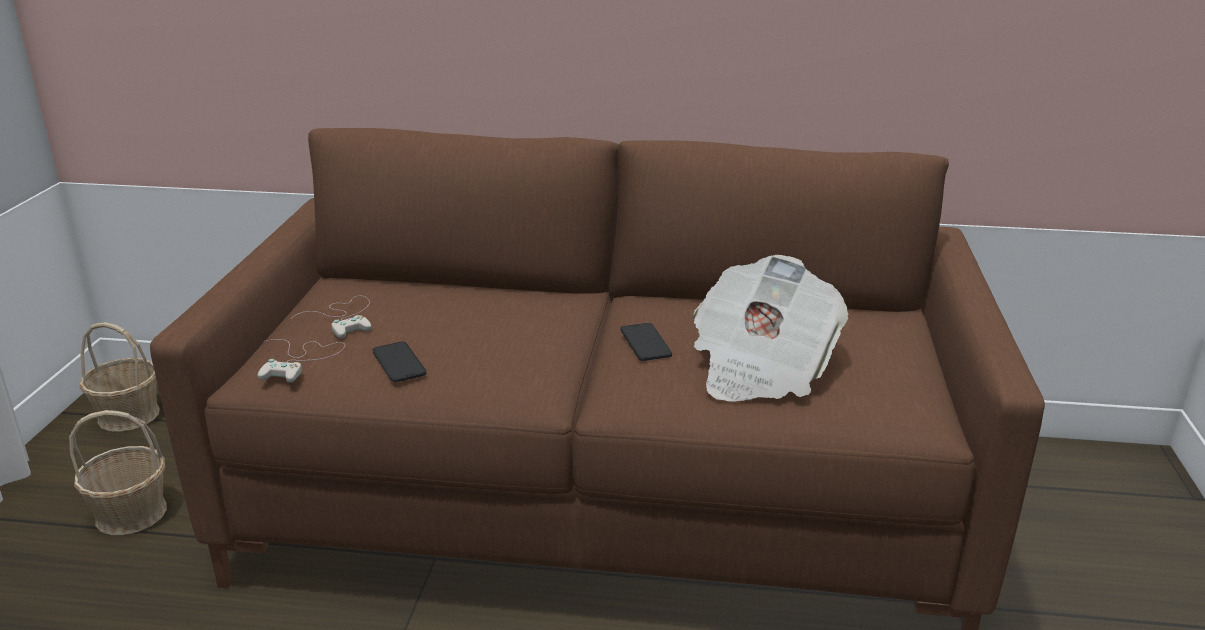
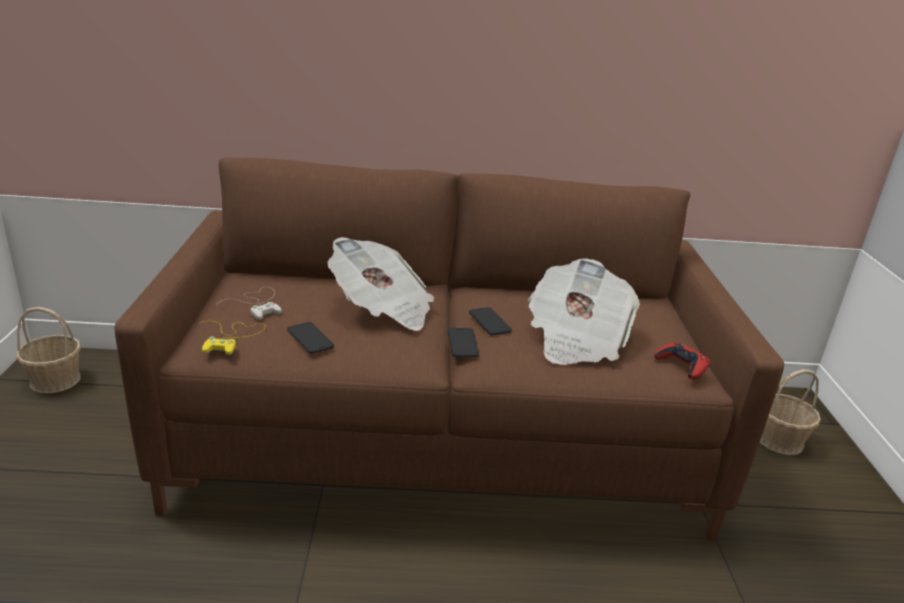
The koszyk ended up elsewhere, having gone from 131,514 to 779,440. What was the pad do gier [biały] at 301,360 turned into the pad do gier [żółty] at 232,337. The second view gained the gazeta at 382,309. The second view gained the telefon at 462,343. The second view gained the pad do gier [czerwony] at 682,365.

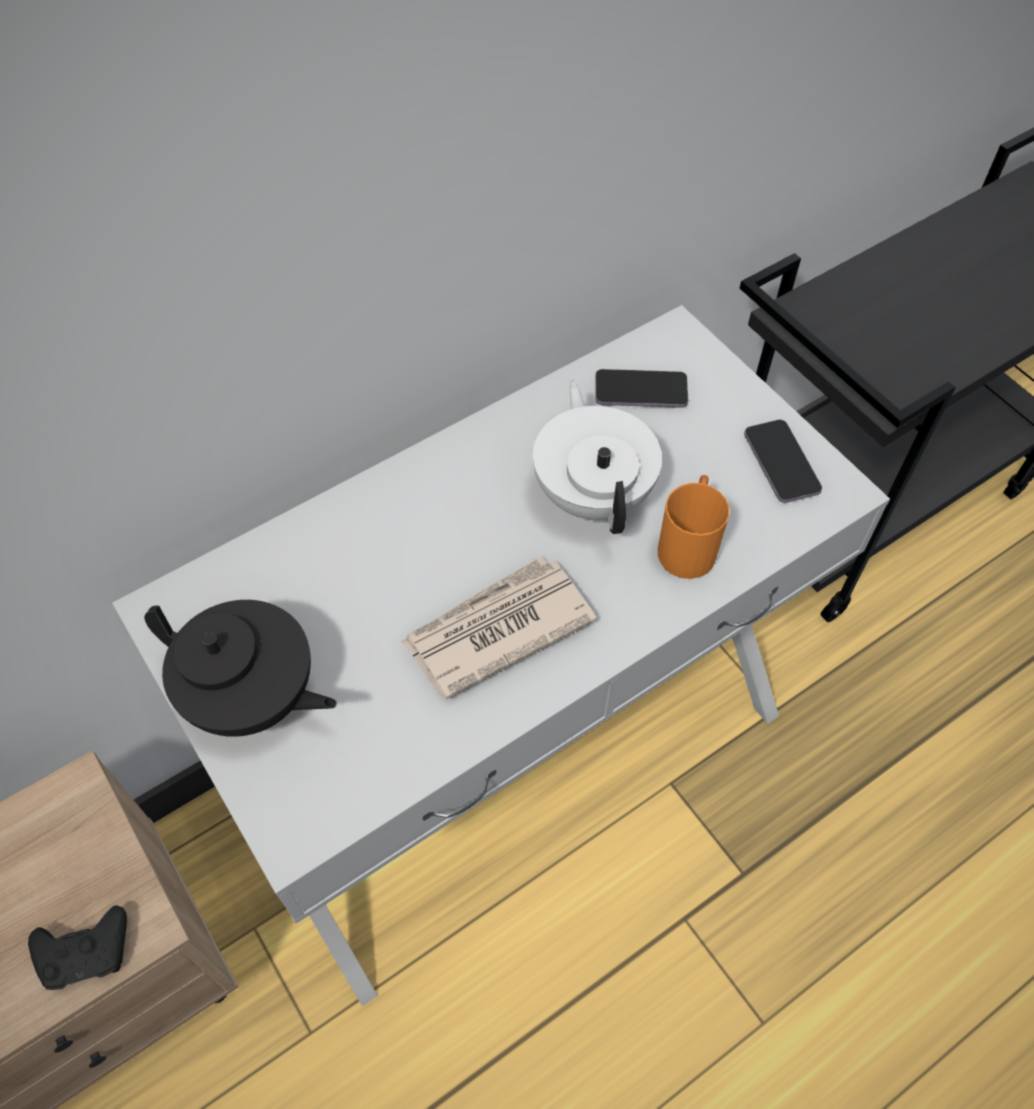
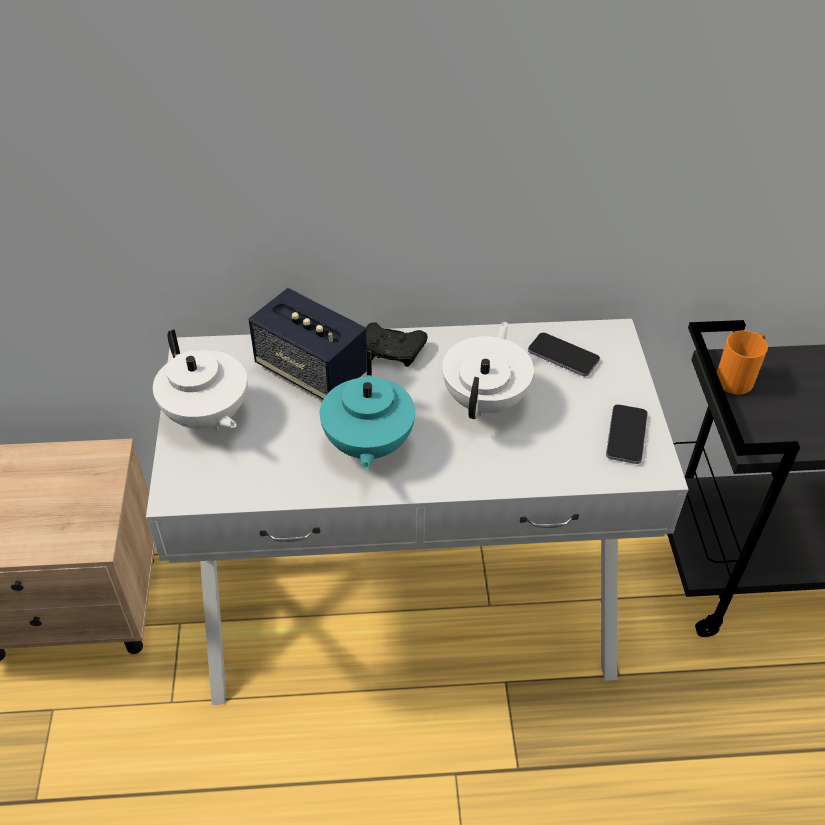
The pad do gier [czarny] ended up elsewhere, having gone from 86,954 to 393,351. What was the imbryk [czarny] at 253,698 turned into the imbryk [biały] at 207,417. Where the gazeta stood at 496,629, the imbryk [turkusowy] came to stand at 367,445. The kubek [pomarańczowy] ended up elsewhere, having gone from 688,544 to 738,377. The second view gained the głośnik at 311,371.

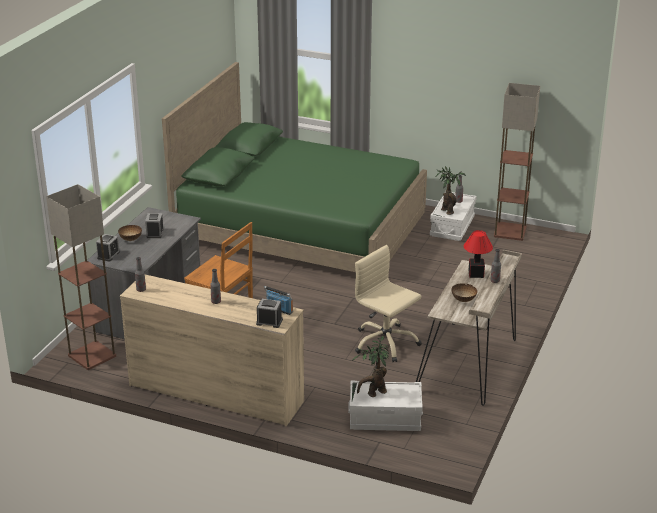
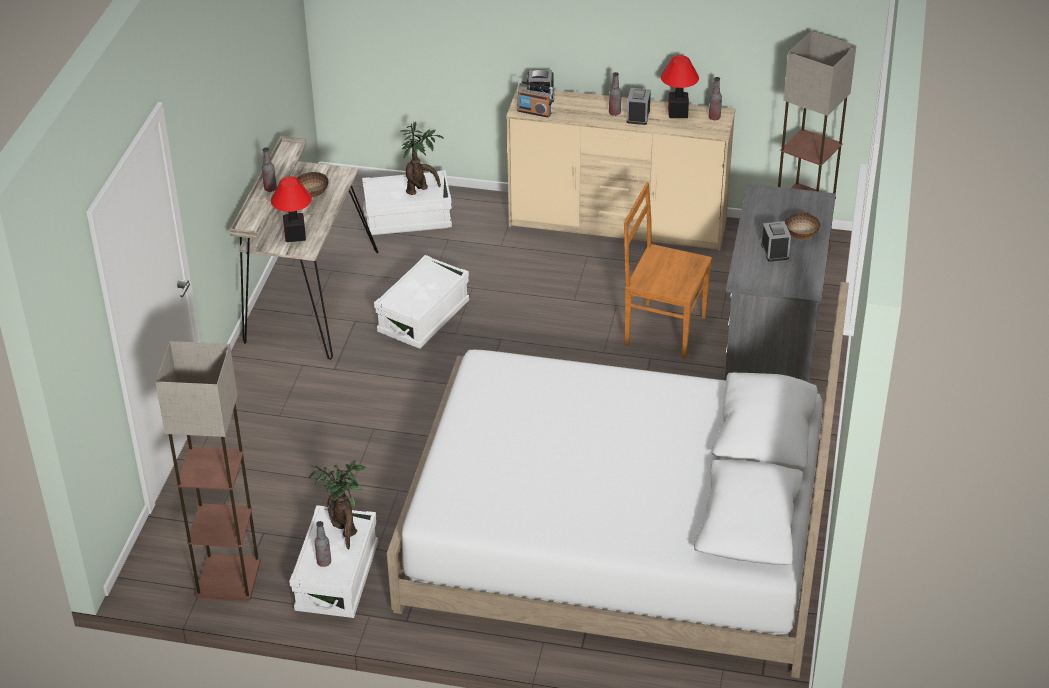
The budzik ended up elsewhere, having gone from 108,255 to 638,116. What was the łóżko [zielony] at 301,226 turned into the łóżko [biały] at 617,539. Where the krzesło biurowe [beżowy] stood at 385,343, the pojemnik do przechowywania [biały] came to stand at 423,317. The second view gained the lampa stołowa at 678,112.

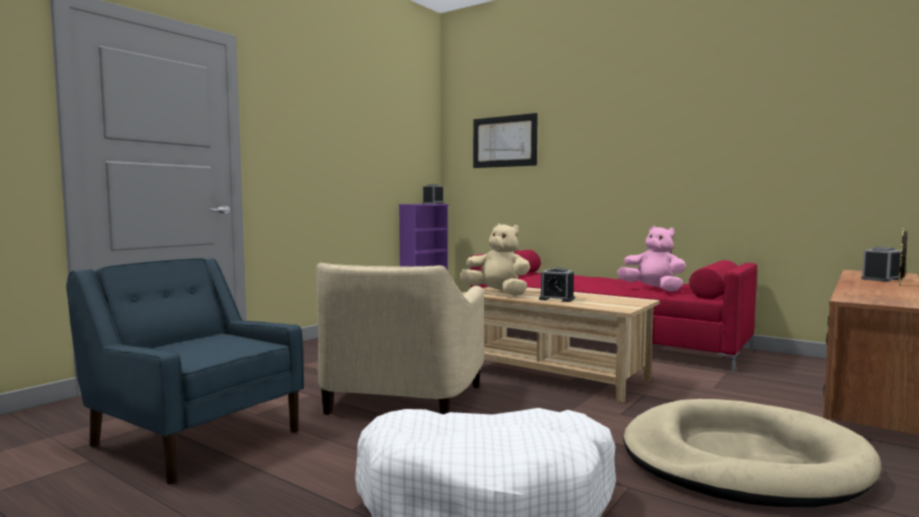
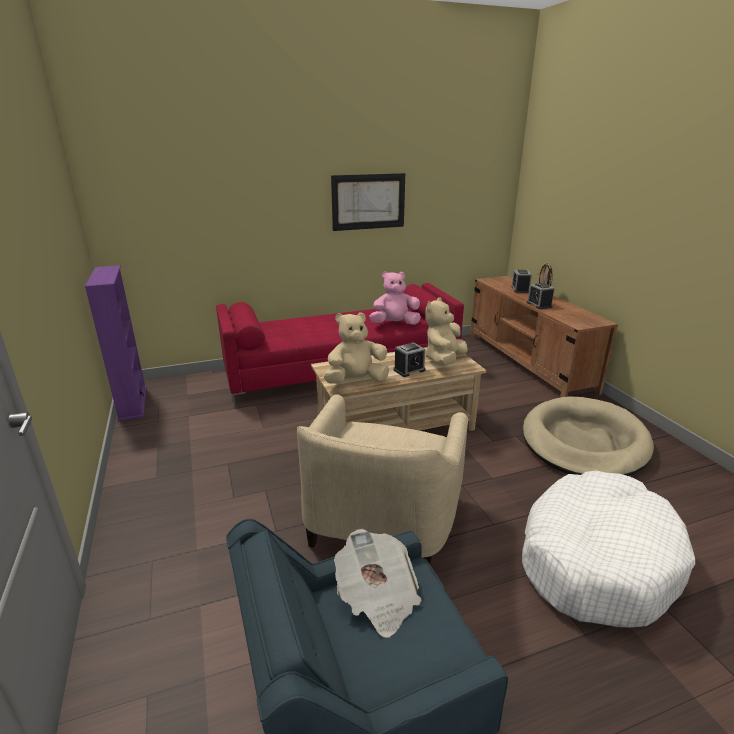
The fotel [beżowy] at 400,400 ended up facing another way, 60 degrees clockwise from before. The budzik ended up elsewhere, having gone from 433,203 to 539,305. The obraz ended up elsewhere, having gone from 504,141 to 368,202. The second view gained the gazeta at 377,597. The second view gained the pluszak [beżowy] at 444,360.

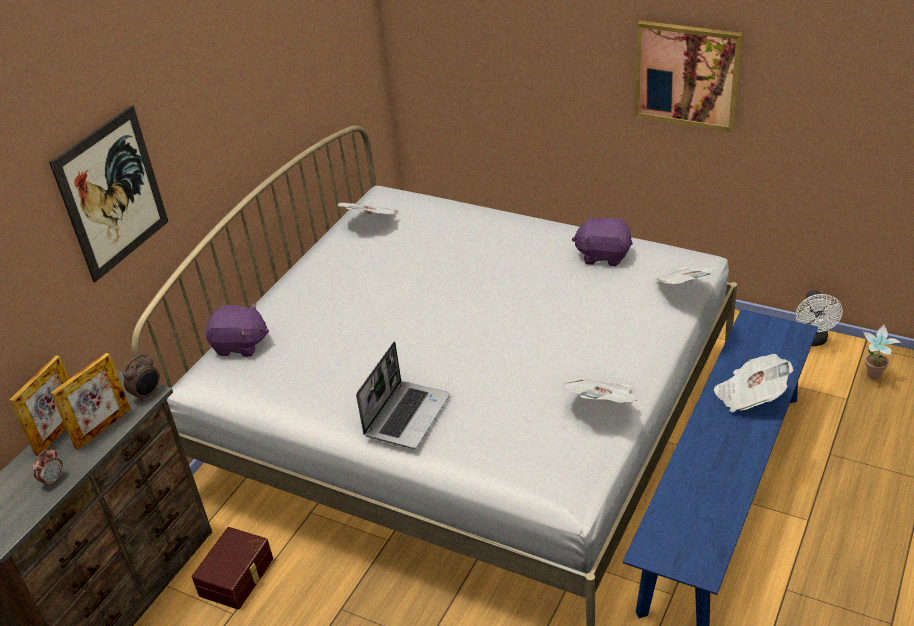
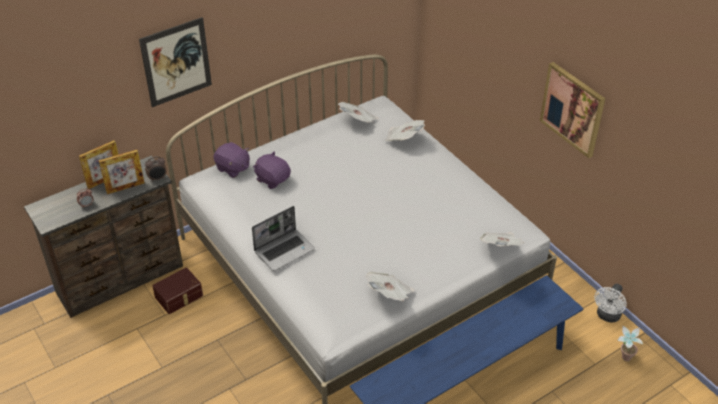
The pluszak [fioletowy] ended up elsewhere, having gone from 603,255 to 272,179. The gazeta ended up elsewhere, having gone from 750,396 to 404,138.

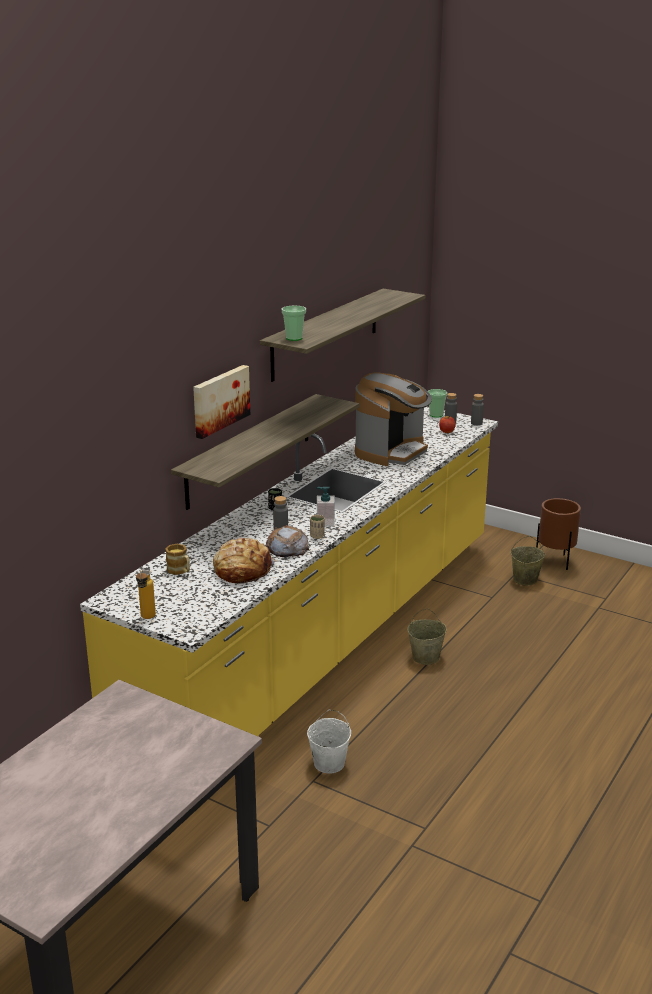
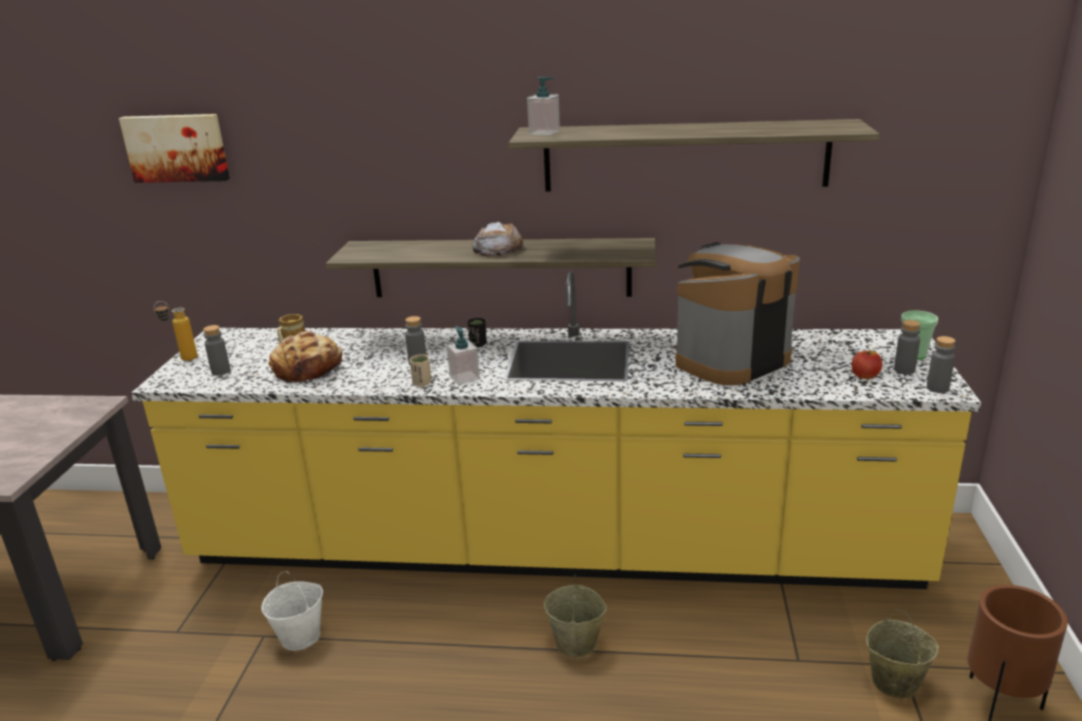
The obraz ended up elsewhere, having gone from 219,400 to 177,148. The chleb ended up elsewhere, having gone from 287,547 to 498,248. Where the filiżanka stood at 294,338, the dozownik mydła came to stand at 544,132. The ekspres do kawy at 391,452 ended up facing another way, 135 degrees clockwise from before. The second view gained the butelka [szary] at 221,371.

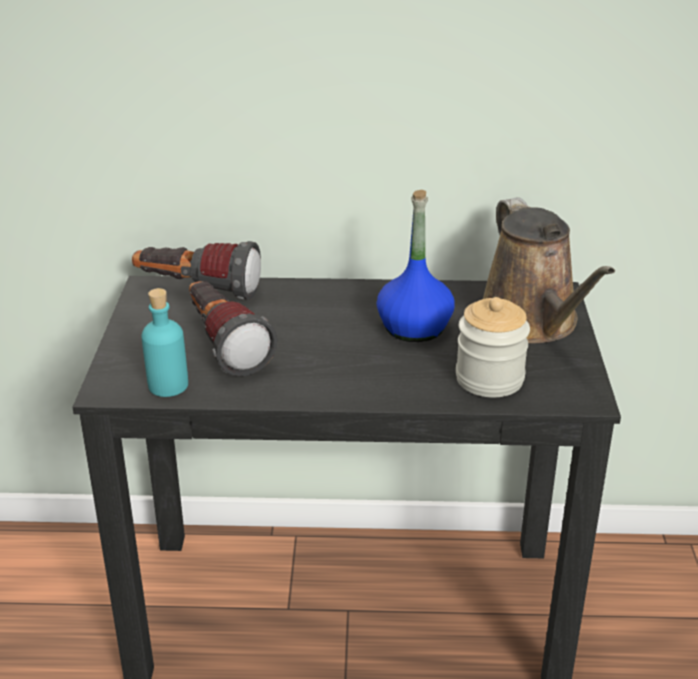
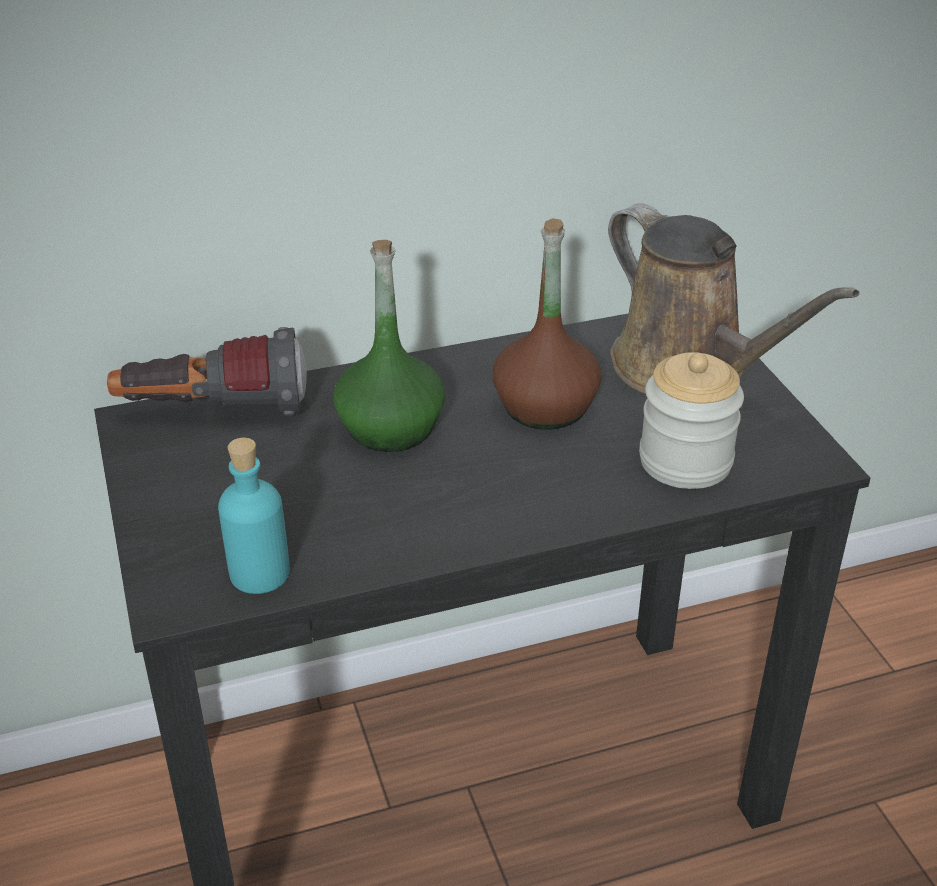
The second view lost the latarka at 223,345. What was the butelka [niebieski] at 414,328 turned into the butelka [brązowy] at 545,407. The second view gained the butelka [zielony] at 390,428.

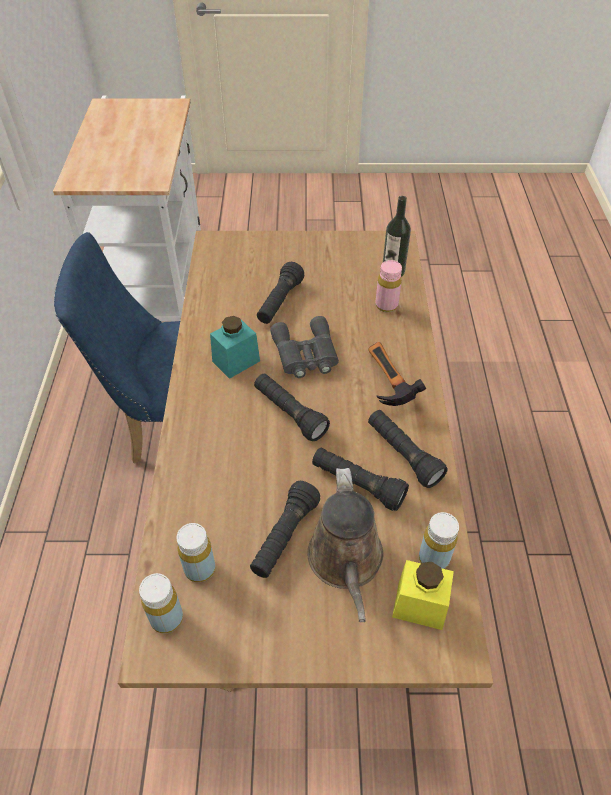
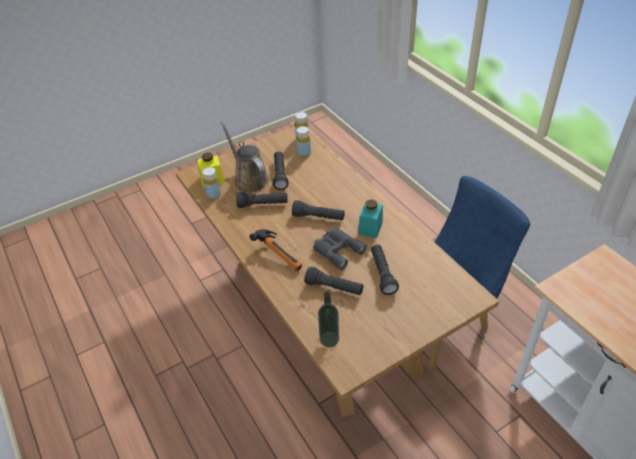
The latarka [czarny] ended up elsewhere, having gone from 403,454 to 334,288. The second view lost the butelka [różowy] at 386,305.

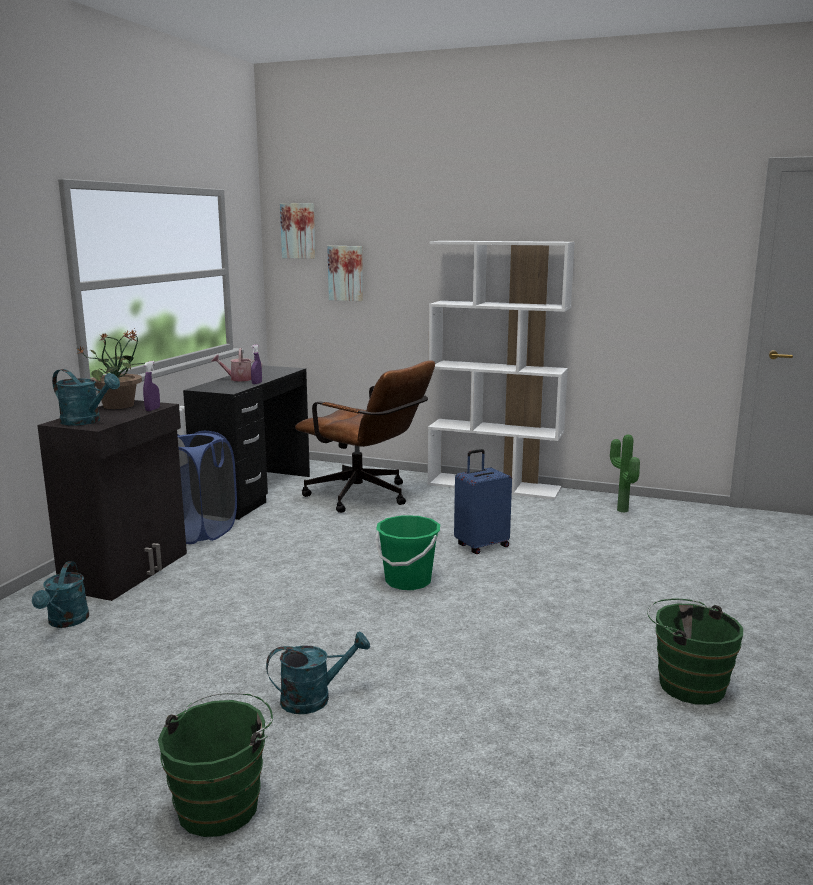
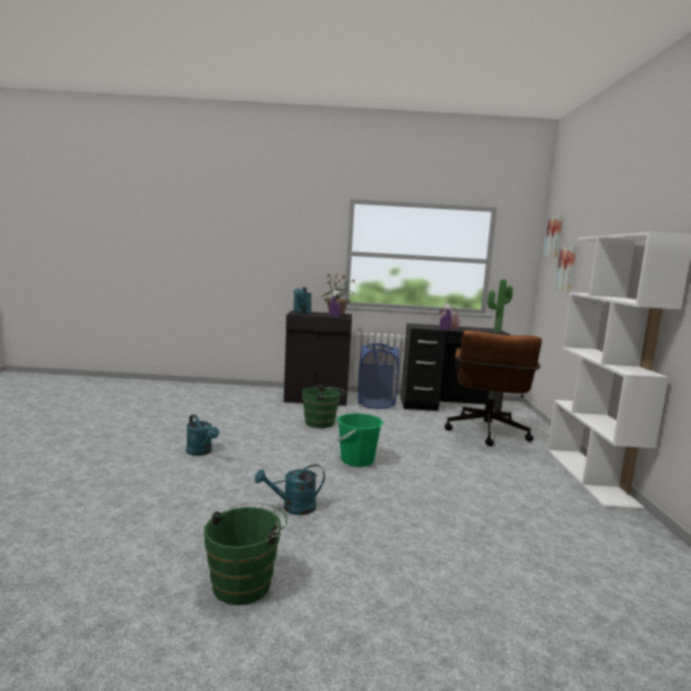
The konewka [turkusowy] ended up elsewhere, having gone from 66,622 to 293,508. The wiadro [zielony] ended up elsewhere, having gone from 222,803 to 322,423. The second view lost the walizka [niebieski] at 481,546. The roślina doniczkowa ended up elsewhere, having gone from 620,510 to 496,331.

